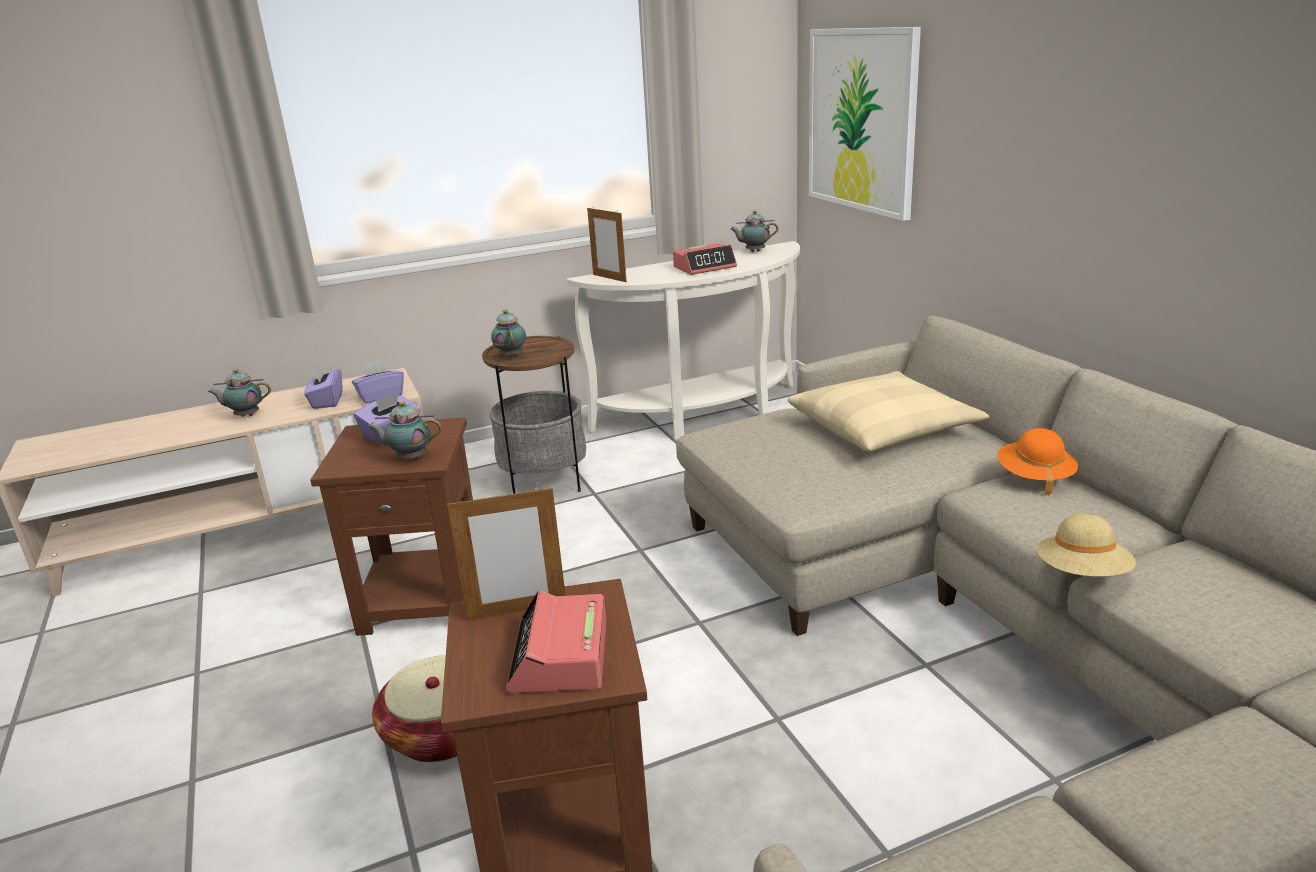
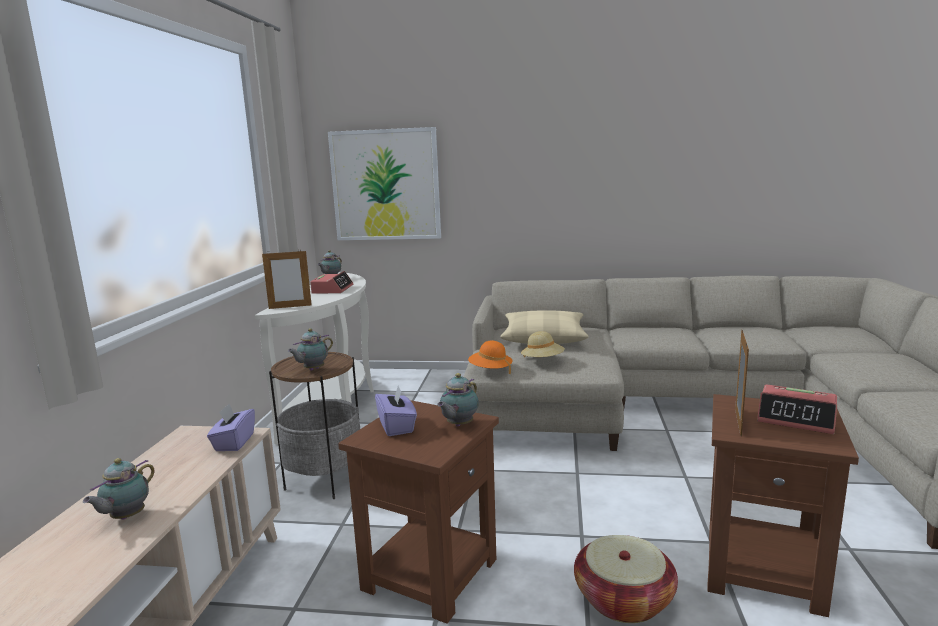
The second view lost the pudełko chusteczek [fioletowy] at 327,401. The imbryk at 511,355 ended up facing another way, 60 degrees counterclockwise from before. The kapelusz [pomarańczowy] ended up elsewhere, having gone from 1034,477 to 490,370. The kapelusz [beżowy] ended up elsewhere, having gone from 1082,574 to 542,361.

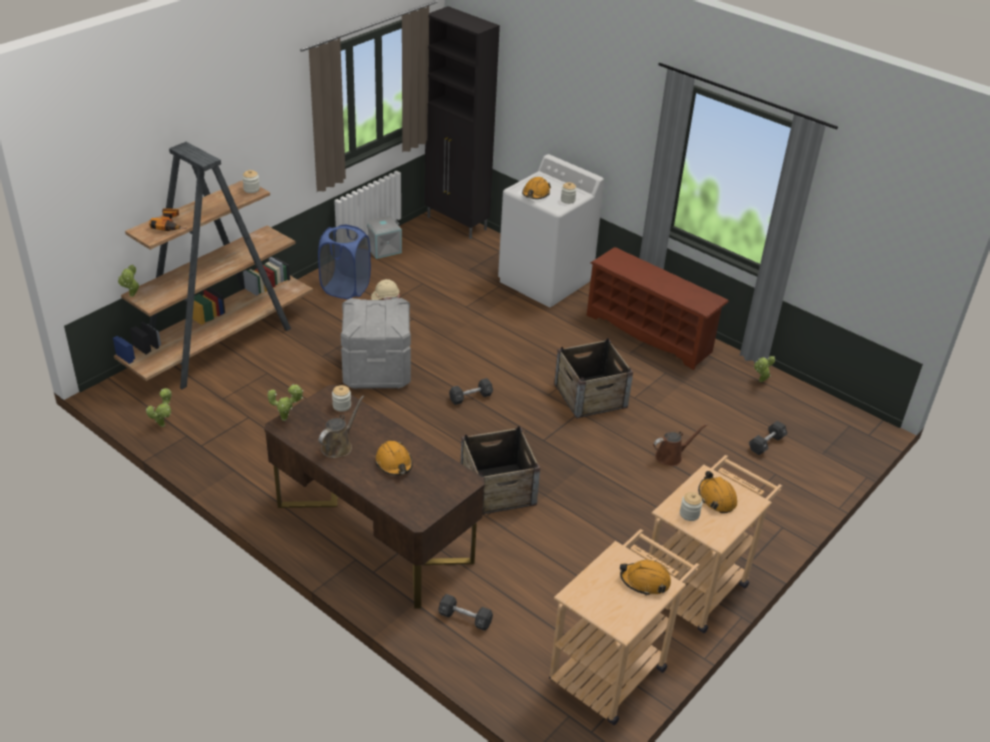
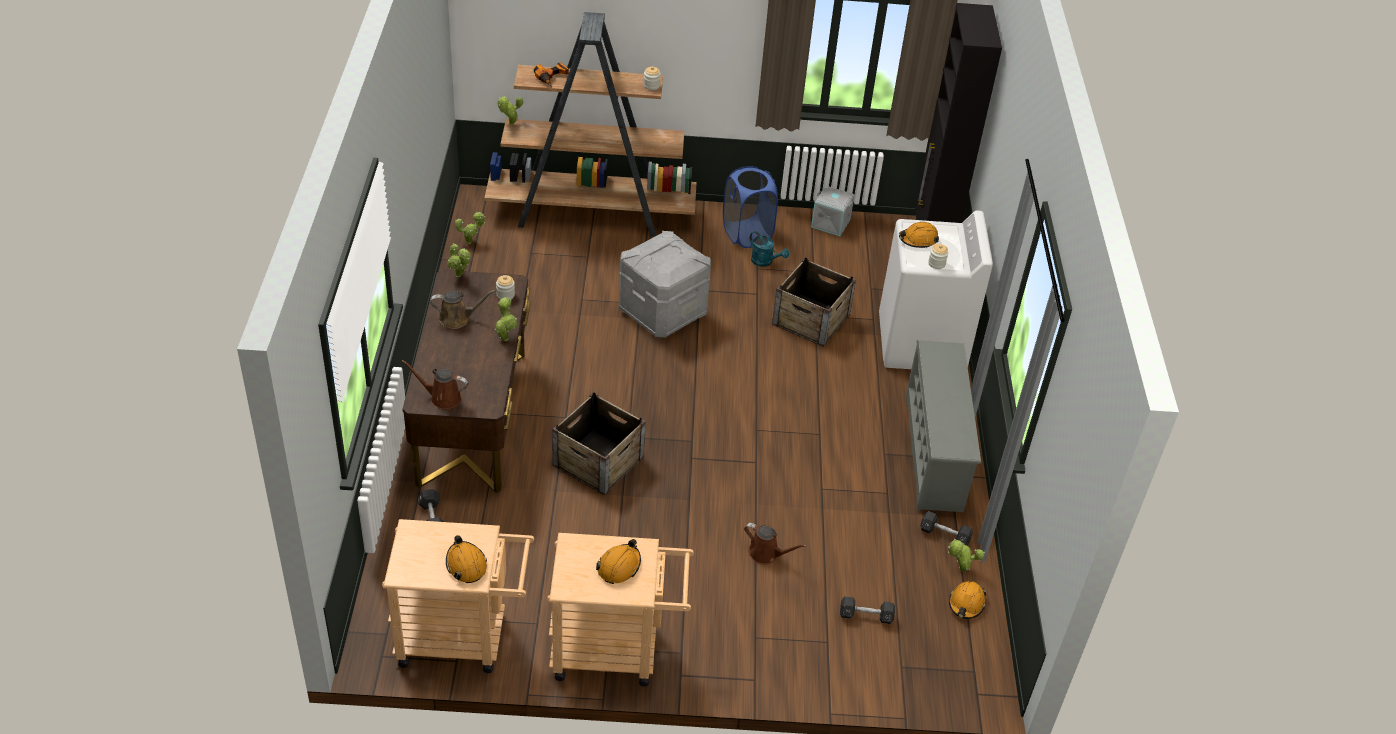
Where the kask [beżowy] stood at 385,297, the konewka [turkusowy] came to stand at 765,262. The kask [pomarańczowy] ended up elsewhere, having gone from 394,463 to 966,604. The hantel [czarny] ended up elsewhere, having gone from 470,397 to 944,535. The skrzynka ended up elsewhere, having gone from 591,396 to 811,319. What was the regał na buty [brązowy] at 650,333 turned into the regał na buty [szary] at 935,454. The second view lost the słoik at 689,514. The second view gained the konewka [brązowy] at 442,398. The second view gained the roślina doniczkowa at 505,338.

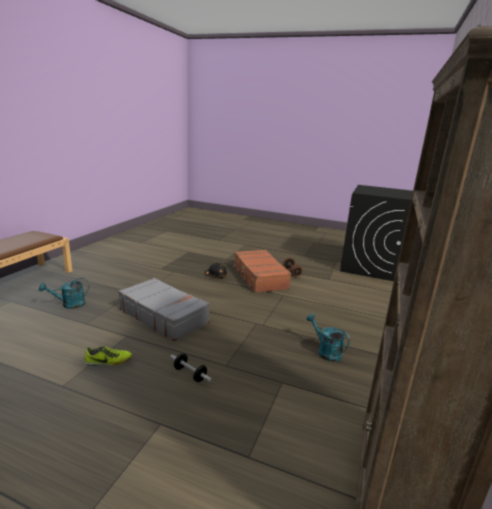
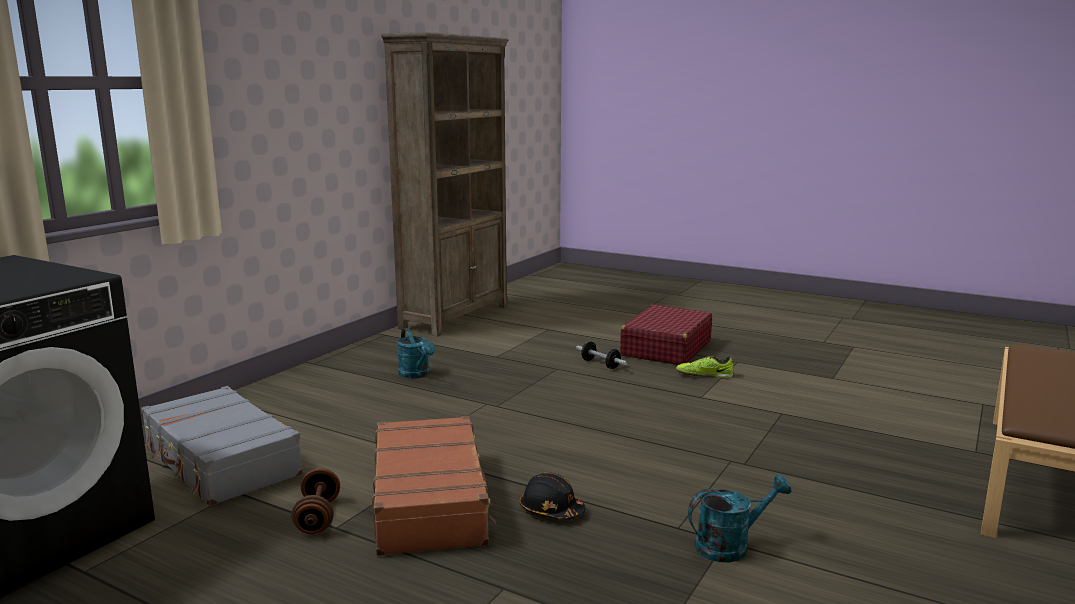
The konewka [turkusowy] ended up elsewhere, having gone from 69,305 to 730,546. The walizka [szary] ended up elsewhere, having gone from 164,316 to 220,461. The second view gained the walizka [czerwony] at 665,348.

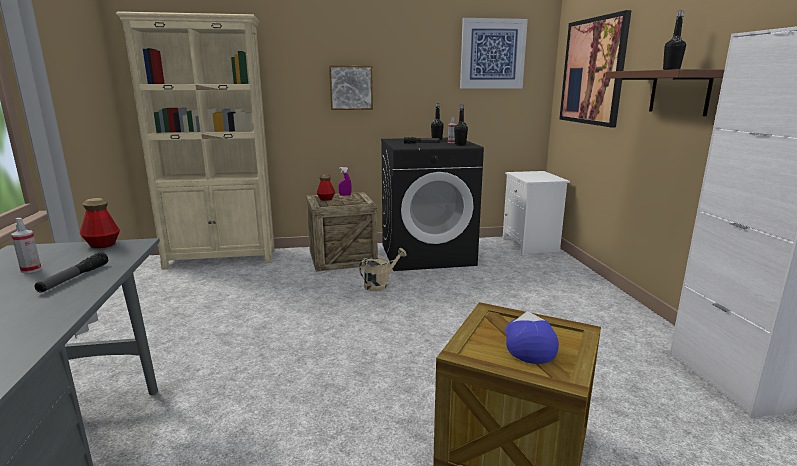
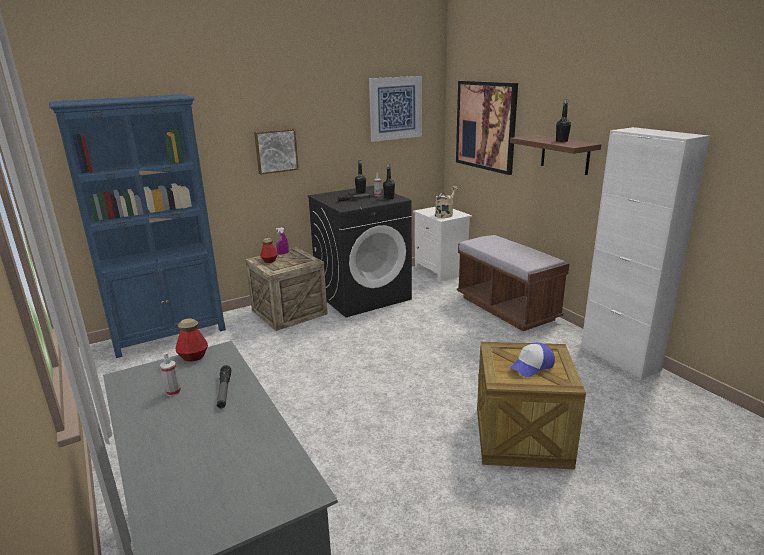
What was the regał [beżowy] at 222,259 turned into the regał [niebieski] at 170,335. The konewka [beżowy] ended up elsewhere, having gone from 380,284 to 445,214. The czapka z daszkiem at 527,344 ended up facing another way, 105 degrees counterclockwise from before. The second view gained the ławka [brązowy] at 506,308.

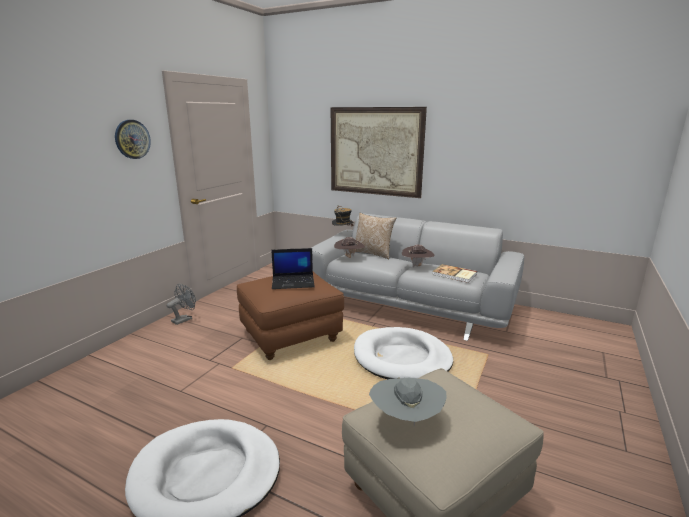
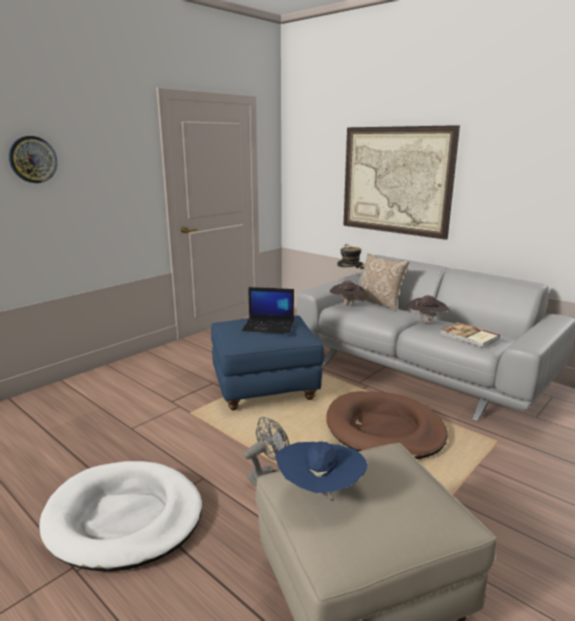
The zegar ścienny ended up elsewhere, having gone from 132,139 to 33,159. The wentylator [szary] ended up elsewhere, having gone from 184,319 to 267,475. What was the pufa [brązowy] at 291,336 turned into the pufa [niebieski] at 265,388. What was the legowisko [biały] at 402,358 turned into the legowisko [brązowy] at 384,430. What was the kapelusz [szary] at 406,419 turned into the kapelusz [niebieski] at 320,491.

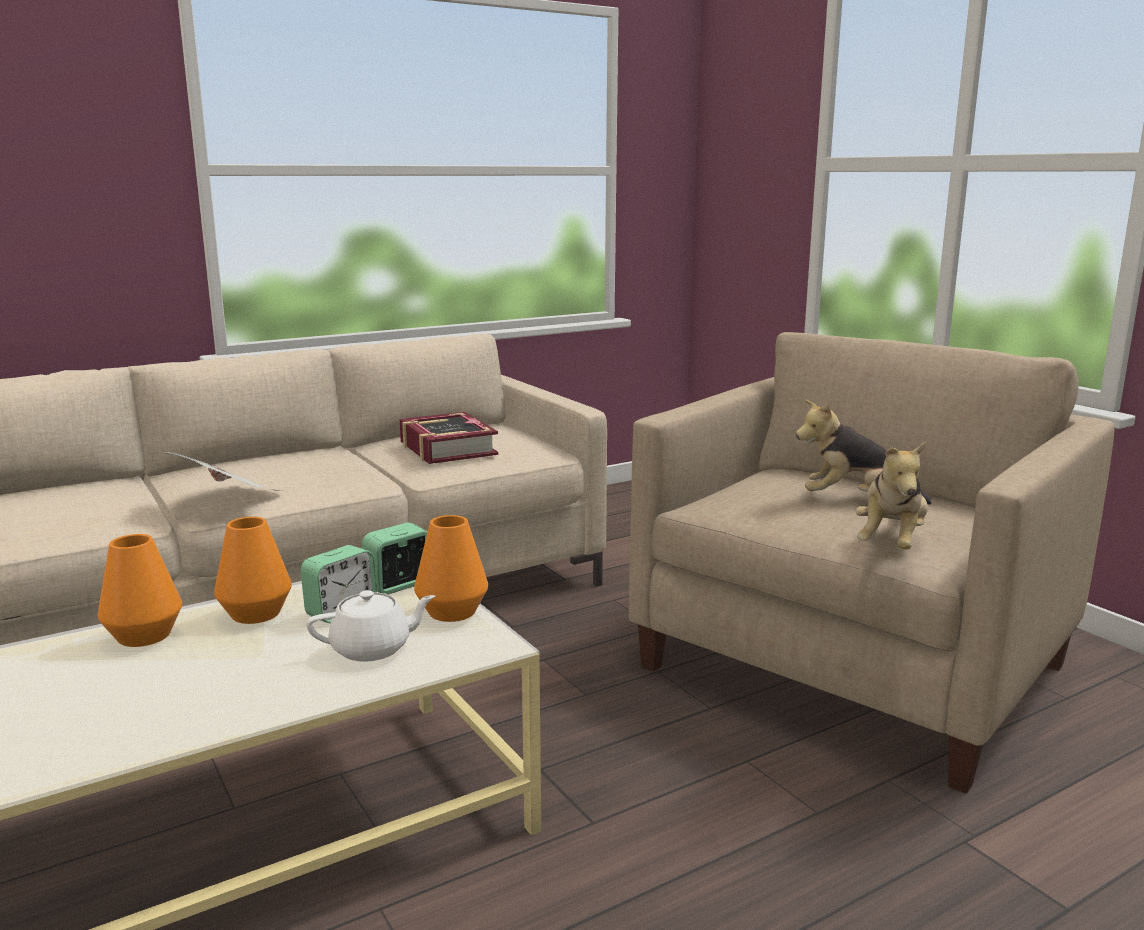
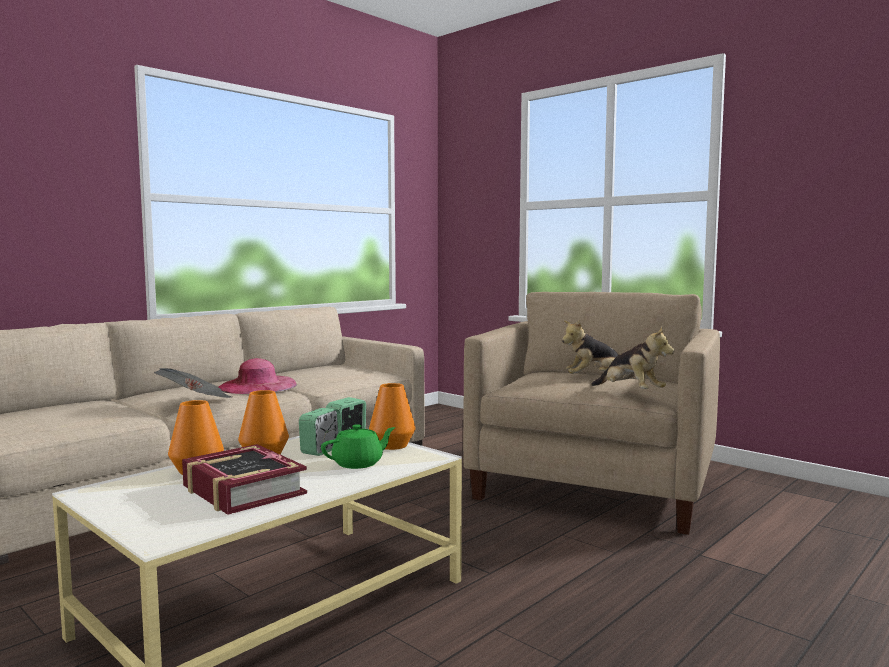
What was the imbryk [biały] at 372,649 turned into the imbryk [zielony] at 358,463. The książka ended up elsewhere, having gone from 447,448 to 242,490. The pluszak at 891,543 ended up facing another way, 45 degrees counterclockwise from before. The second view gained the kapelusz [różowy] at 257,386.

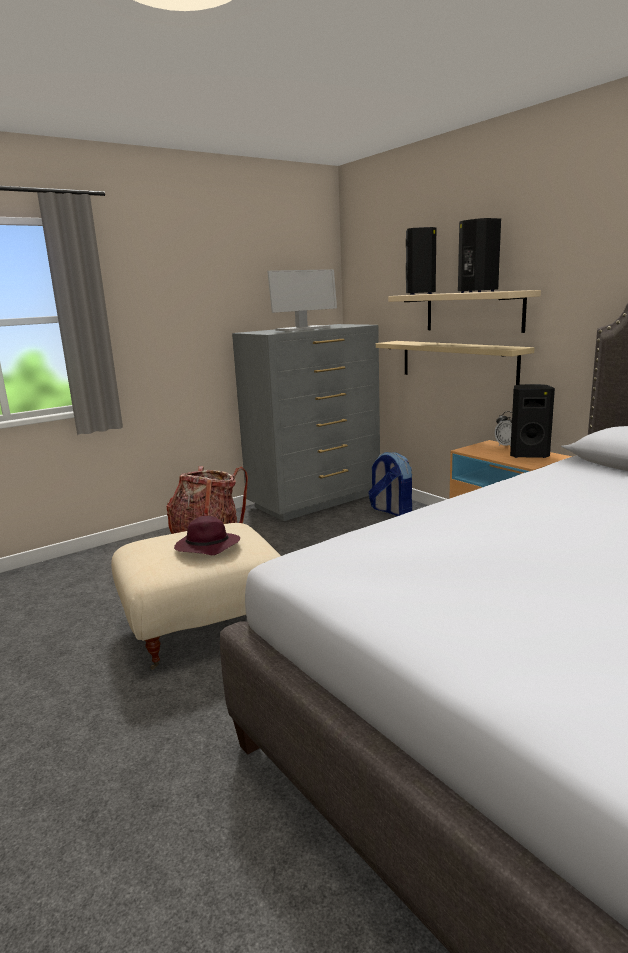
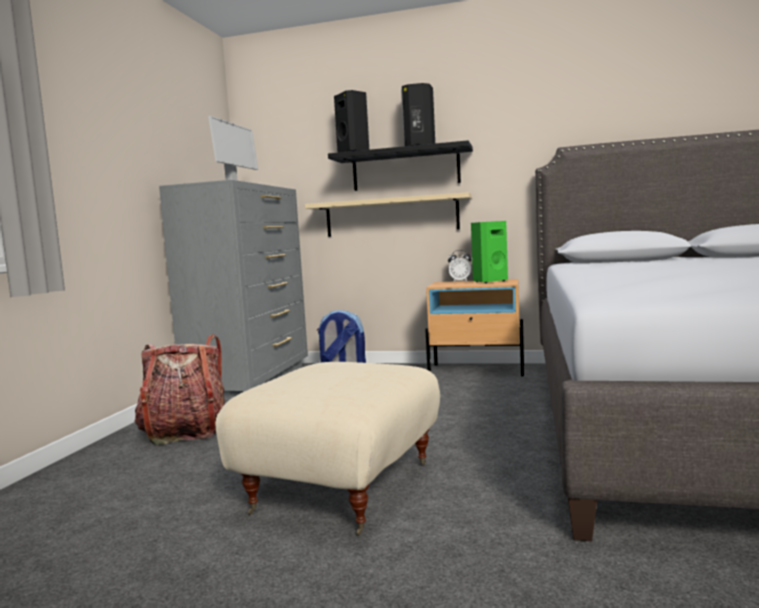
The second view lost the kapelusz [fioletowy] at 206,547. What was the półka [beżowy] at 473,312 turned into the półka [czarny] at 405,169. What was the głośnik [czarny] at 528,454 turned into the głośnik [zielony] at 489,281.

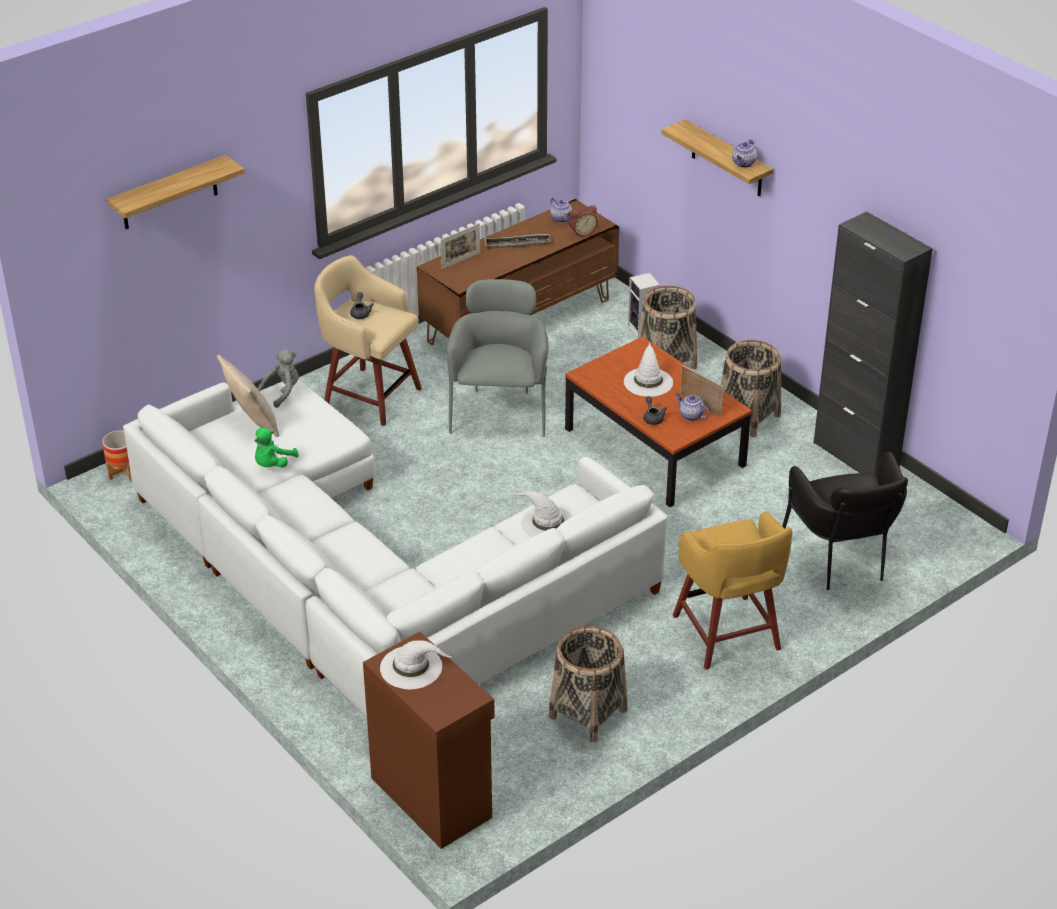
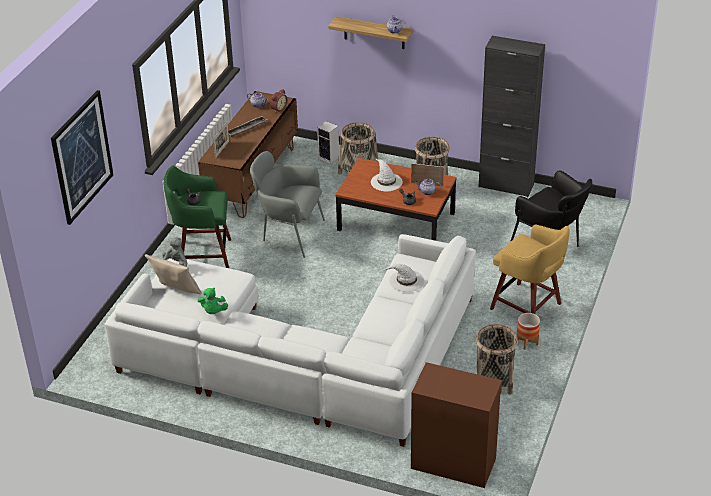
The donica ended up elsewhere, having gone from 123,473 to 527,342. Where the półka hung at 169,193, the obraz came to hang at 82,157. What was the stołek [beżowy] at 370,395 turned into the stołek [zielony] at 203,254. The second view lost the kapelusz [biały] at 412,667. The fotel [szary] at 499,410 ended up facing another way, 45 degrees counterclockwise from before.

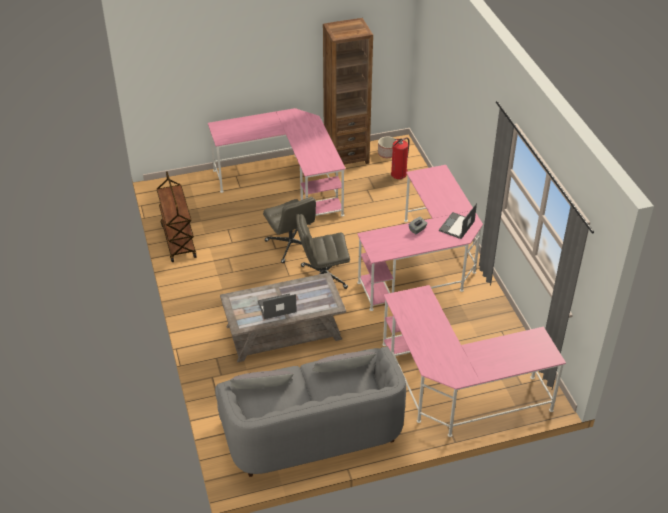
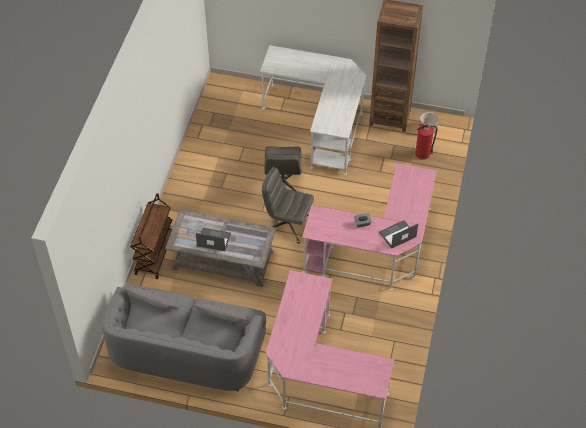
The wózek [brązowy] ended up elsewhere, having gone from 178,240 to 154,253. What was the biurko [różowy] at 285,183 turned into the biurko [biały] at 320,121.

